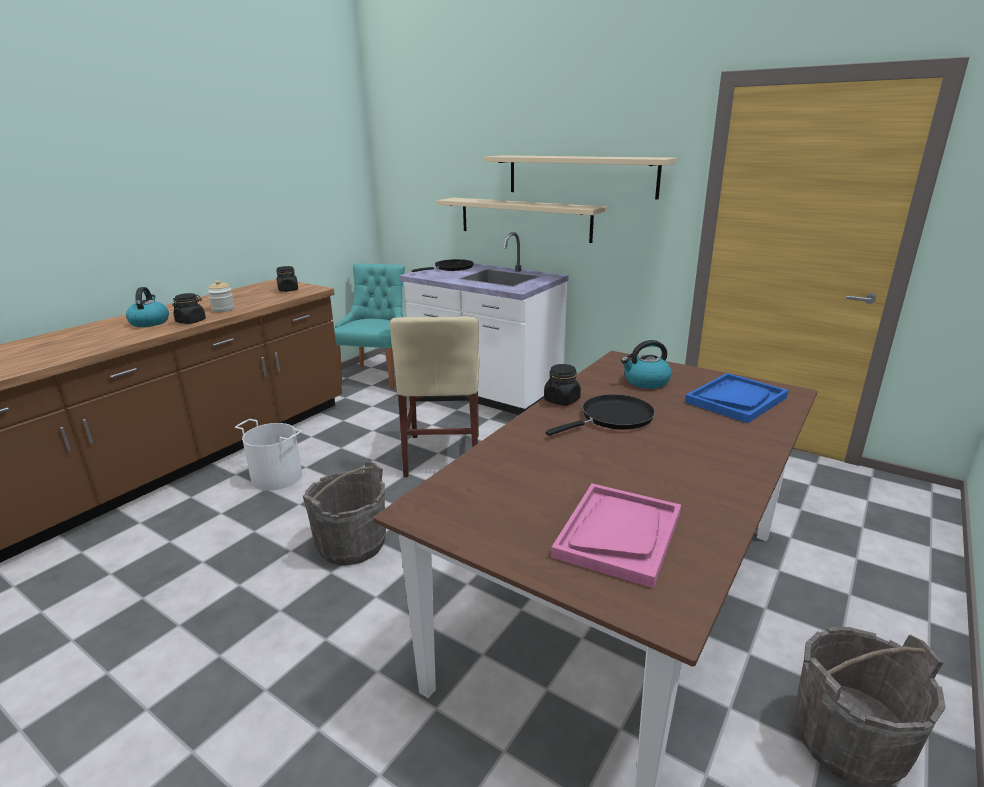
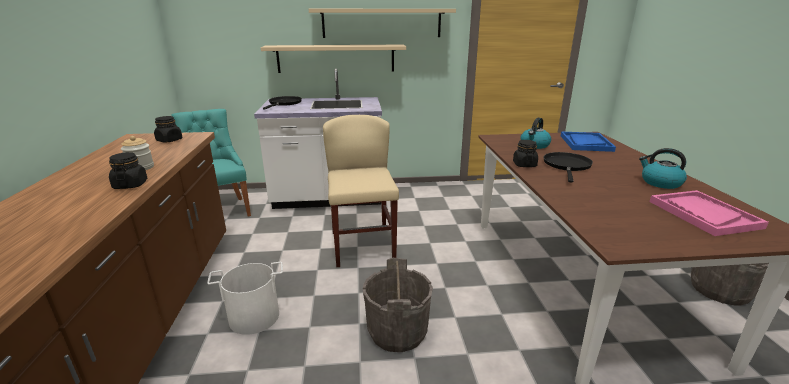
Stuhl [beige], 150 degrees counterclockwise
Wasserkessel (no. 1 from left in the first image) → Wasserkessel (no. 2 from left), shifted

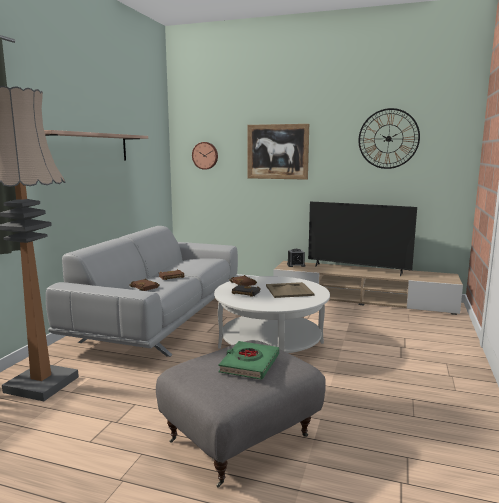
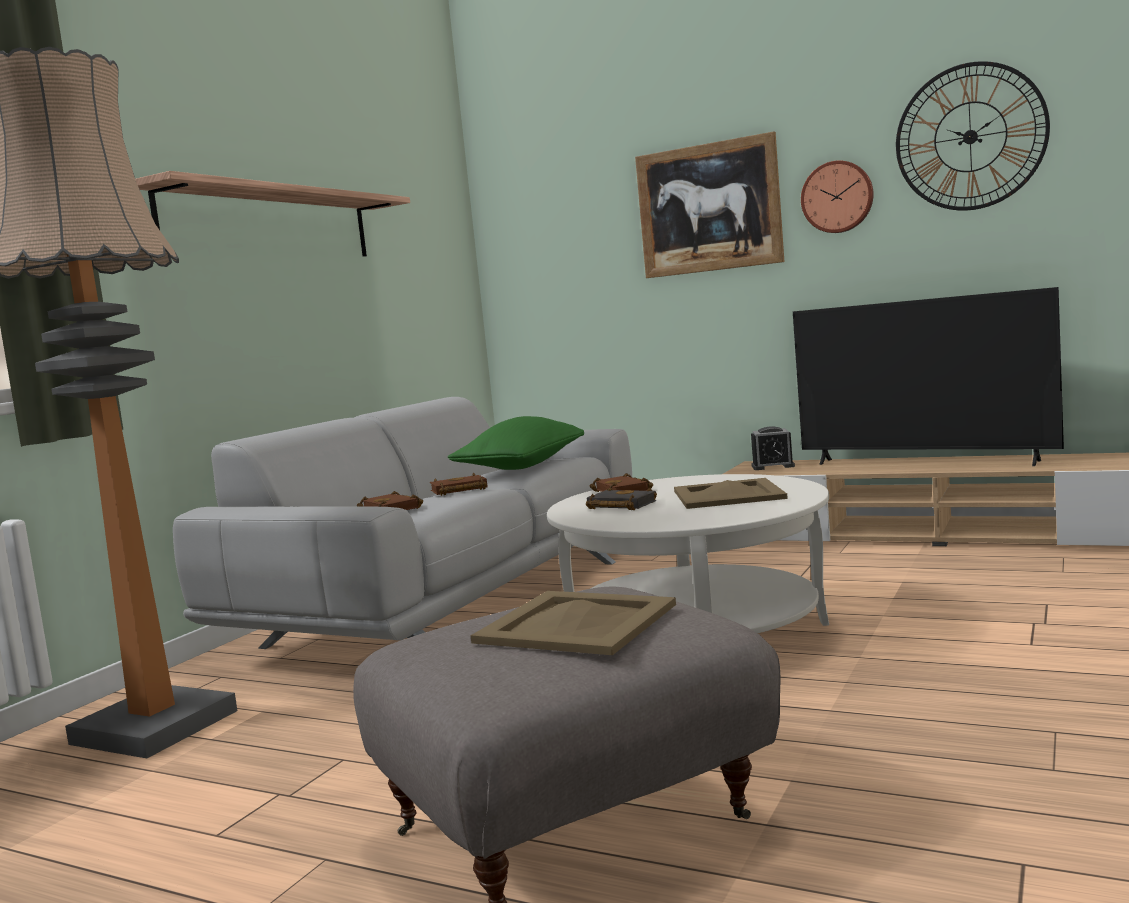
- → Kissen [grün]
Buch [grün] → Tablett [beige] (no. 1 from left)
Wanduhr (no. 1 from left), shifted

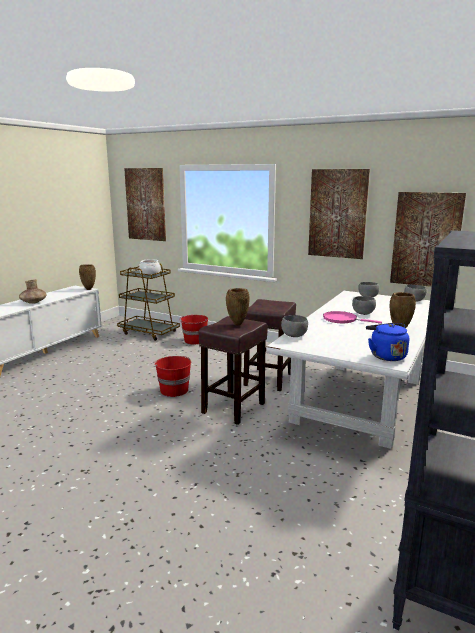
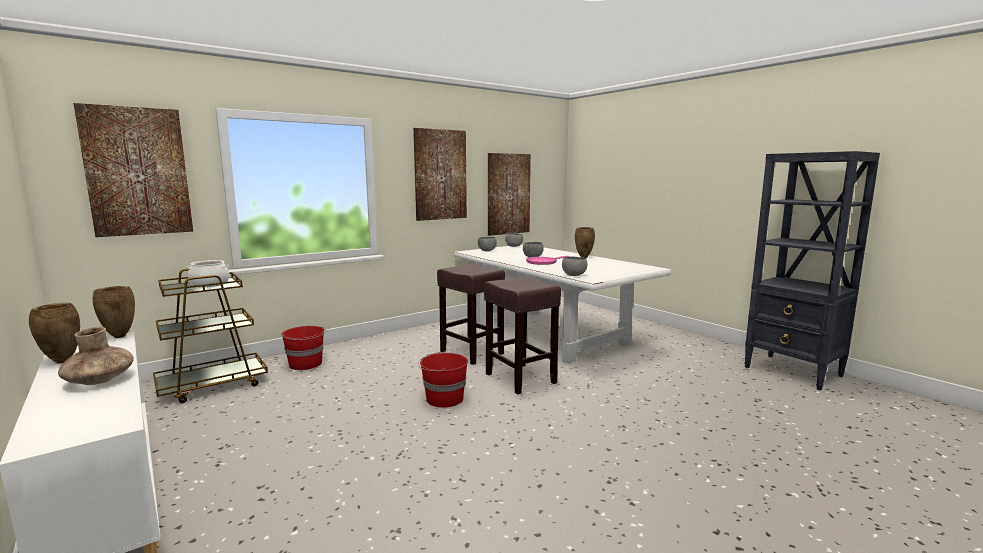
Vase [braun] (no. 3 from left in the first image) → Vase [braun] (no. 1 from left), shifted
Wasserkessel [blau] → -

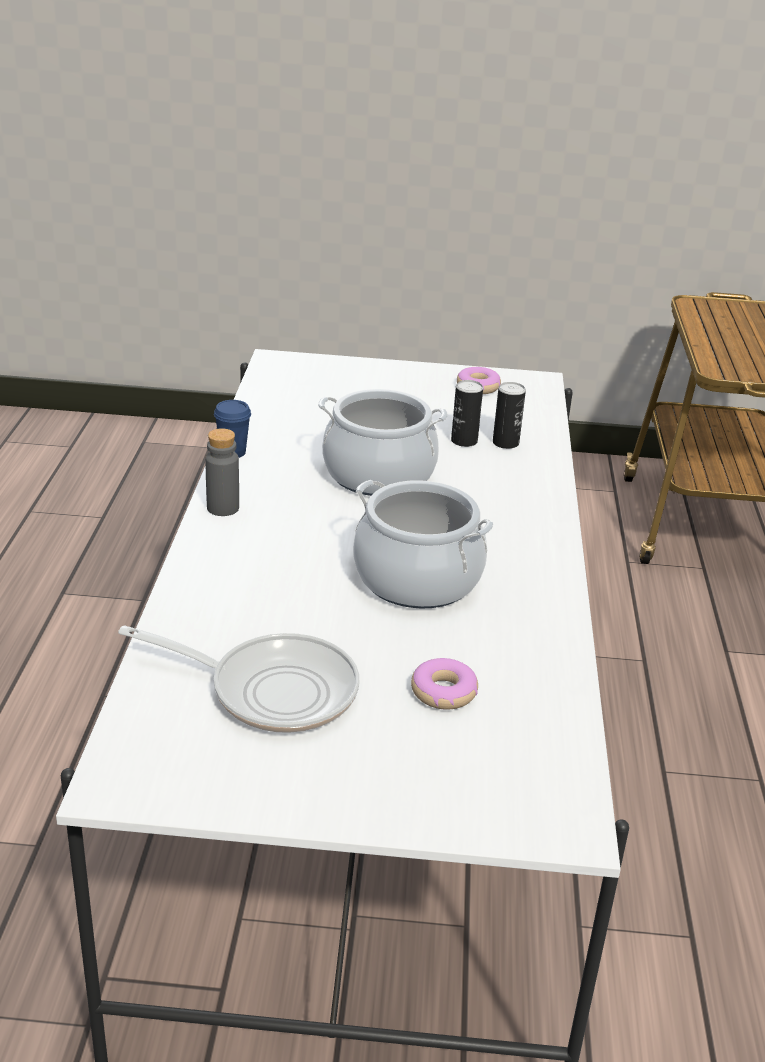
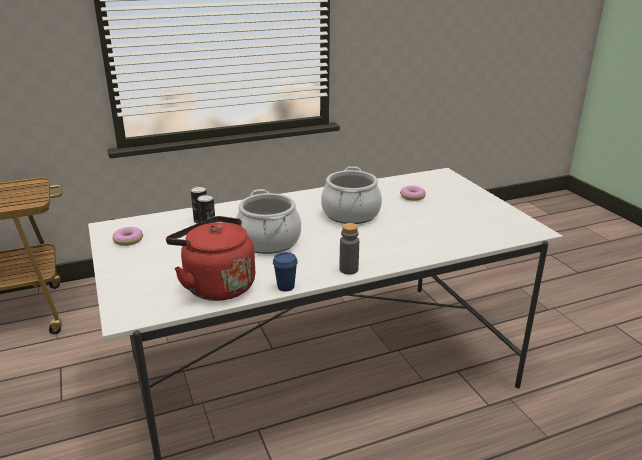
- → Wasserkessel [rot]
Pfanne → -

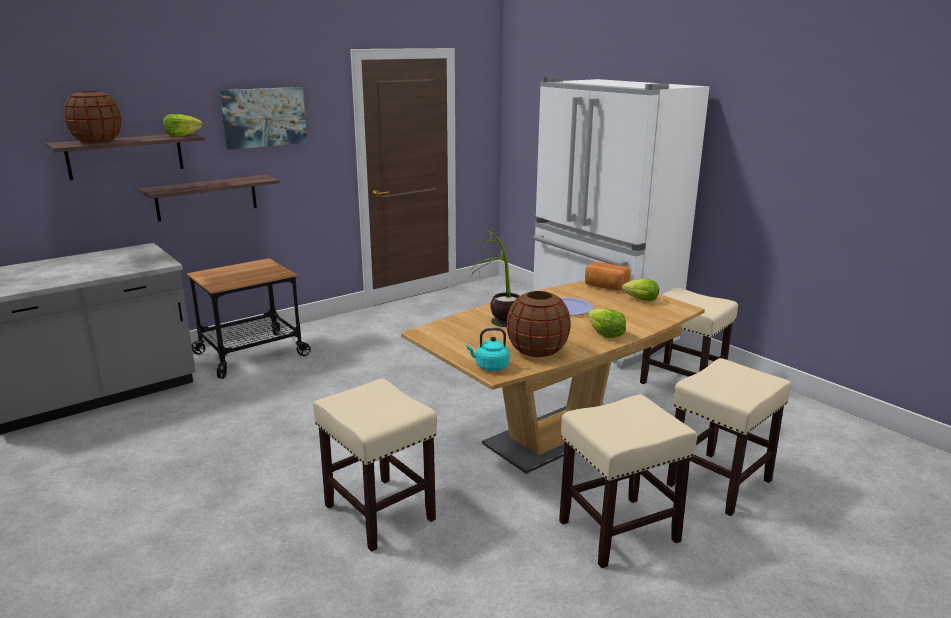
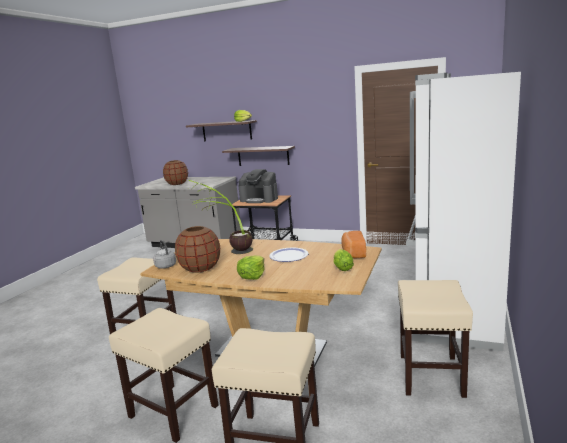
Wasserkessel [türkis] → Wasserkessel [grau]
Vase [braun] (no. 1 from left), shifted
- → Kaffeemaschine
Bild → -

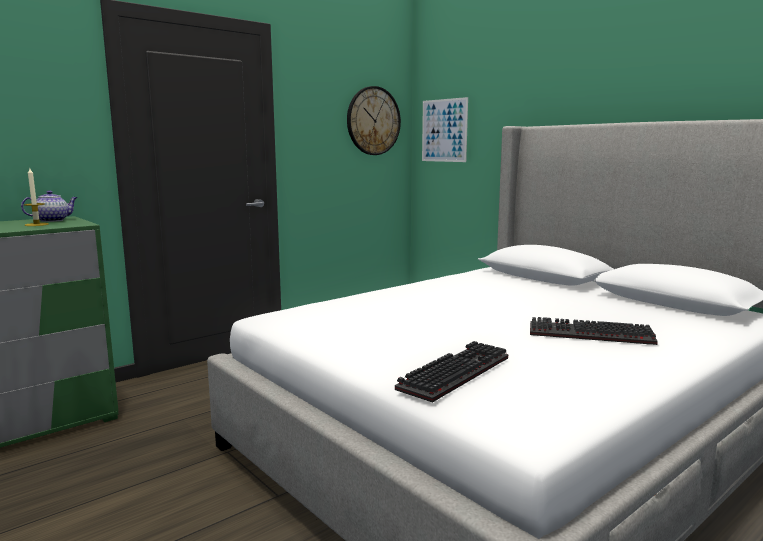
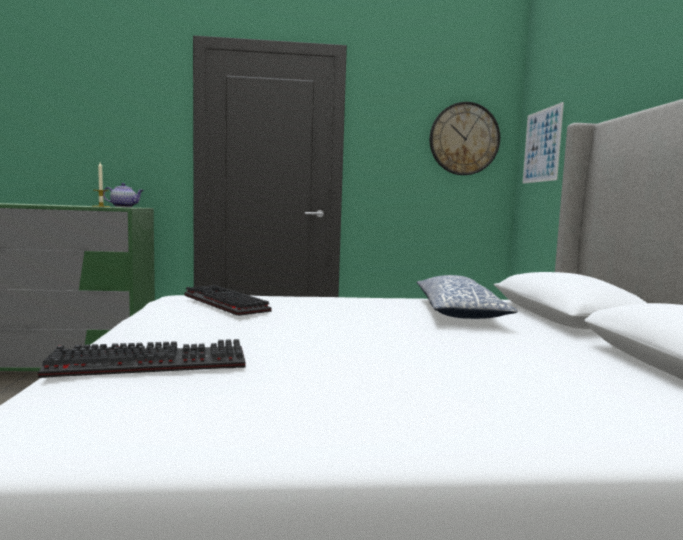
Tastatur (no. 2 from left), shifted
- → Kissen

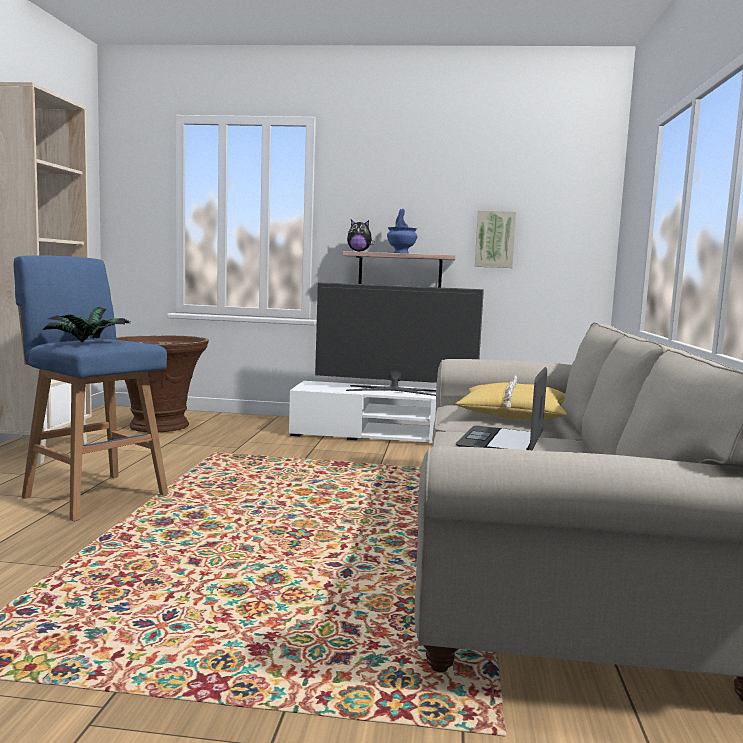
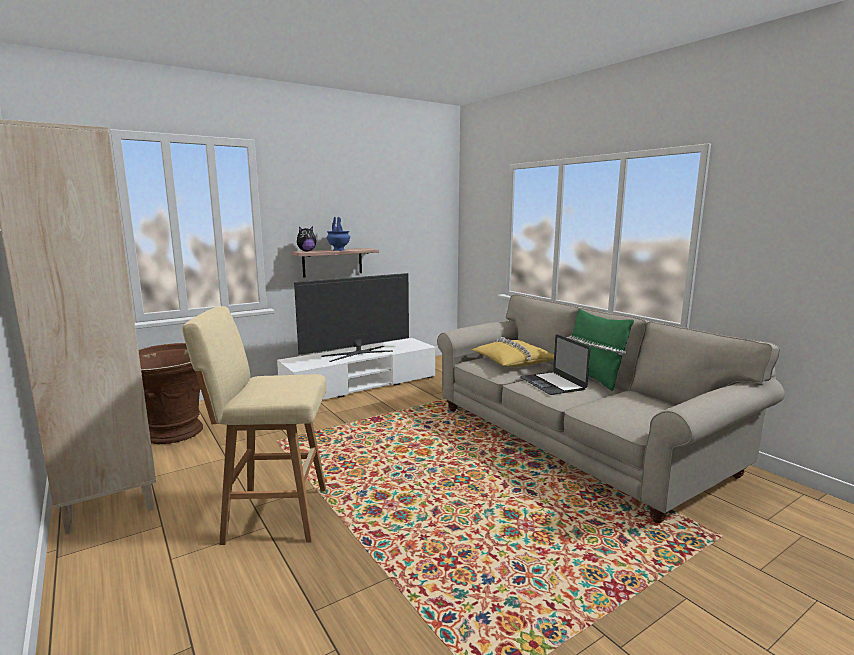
Hocker [blau] → Hocker [beige]
- → Kissen [grün]
Topfpflanze → -
Bild → -

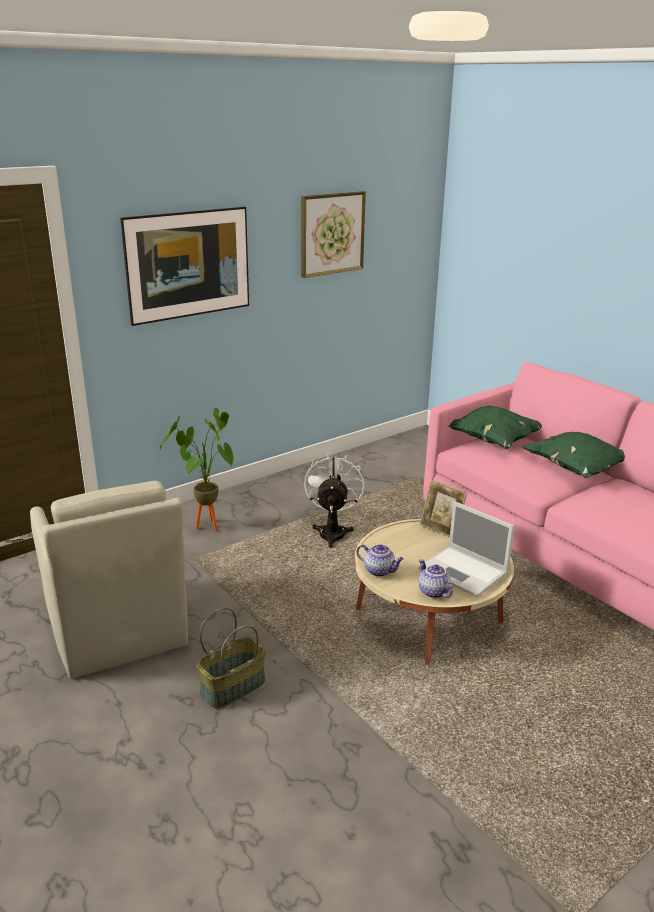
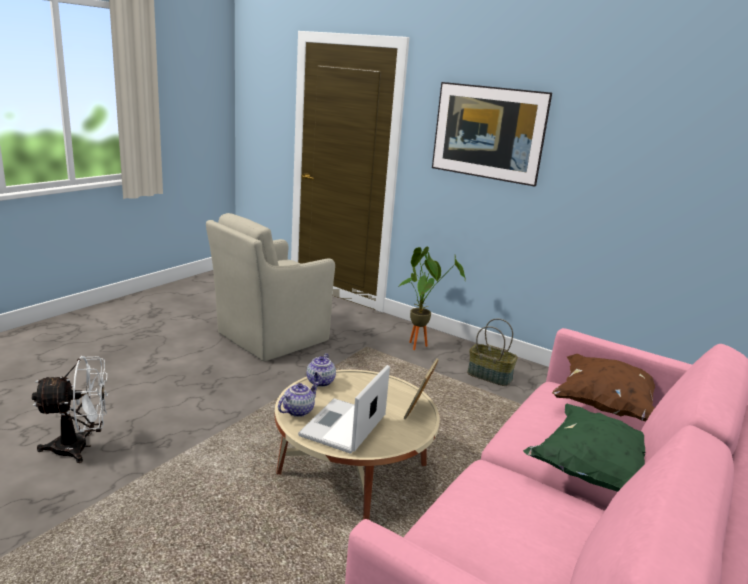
Ventilator [weiß], shifted
Korb, shifted
Kissen [grün] (no. 1 from left) → Kissen [braun]
Bild (no. 2 from left) → -

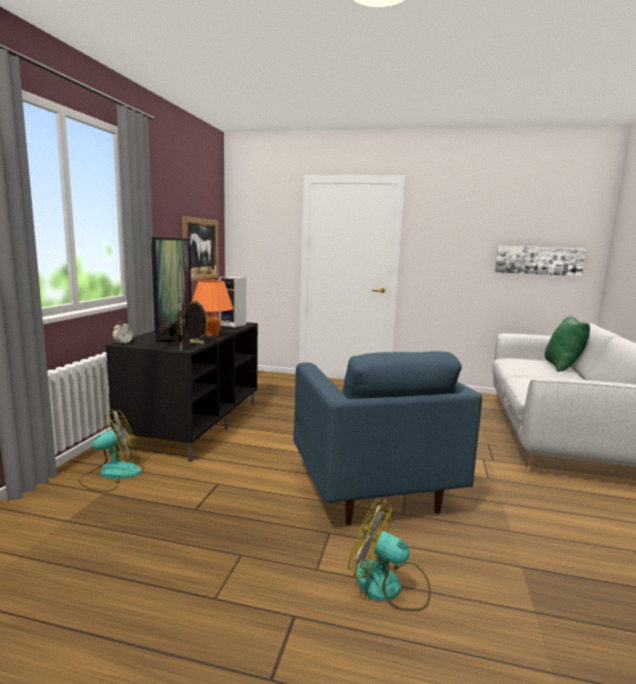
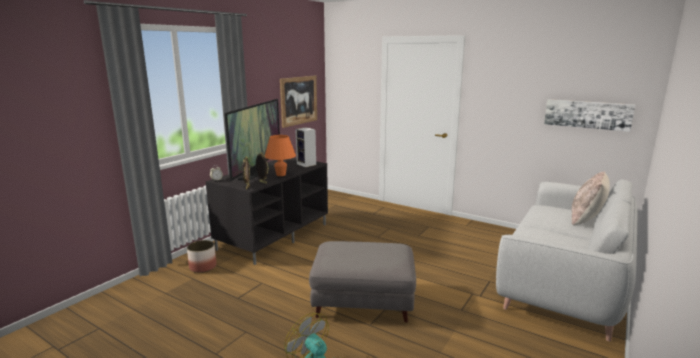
Ventilator (no. 1 from left) → Pflanzkübel
Sessel [blau] → Polsterhocker [grau]
Kissen [grün] → Kissen [beige]

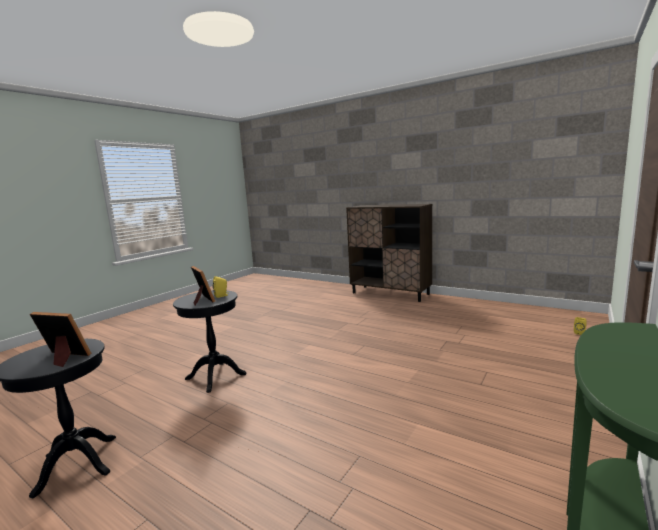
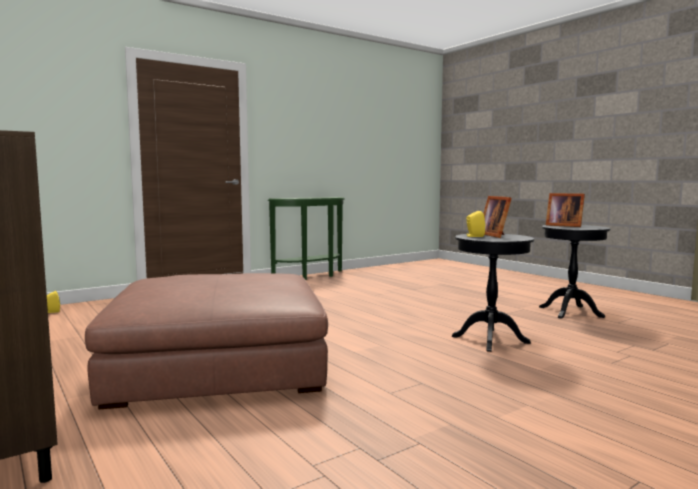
- → Polsterhocker [braun]

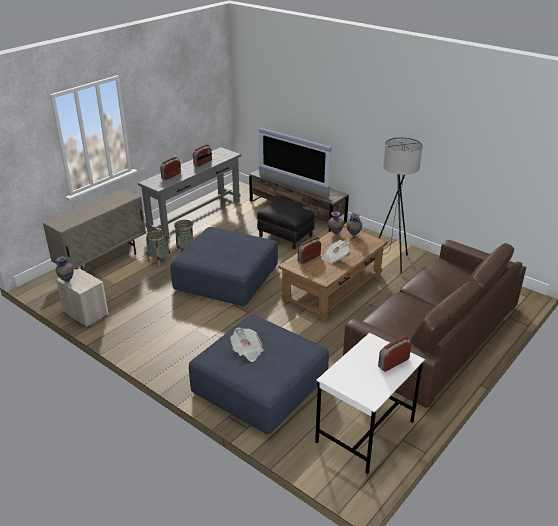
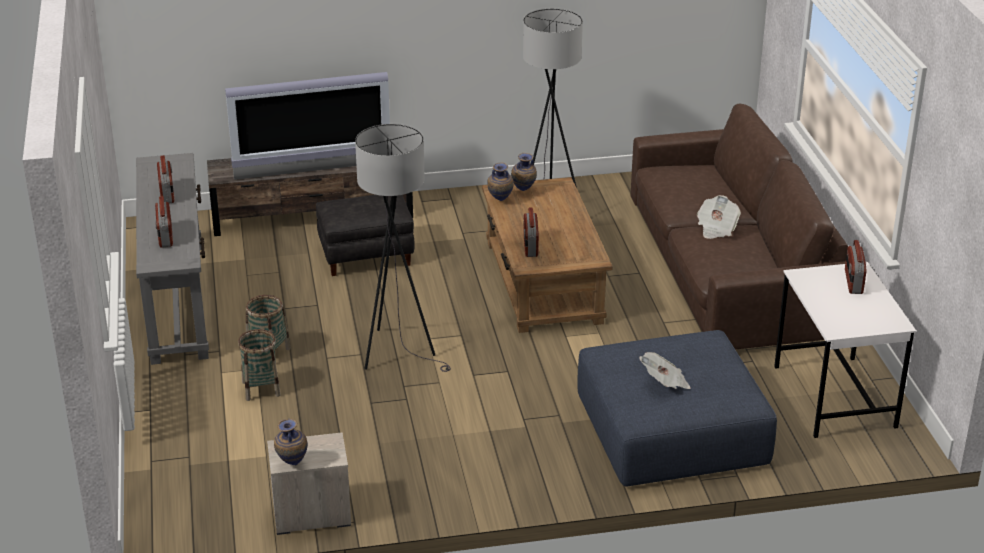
Polsterhocker [blau] (no. 1 from left) → Stehlampe [grau] (no. 1 from left)
Zeitung (no. 2 from left), shifted
Schrank [beige] → -

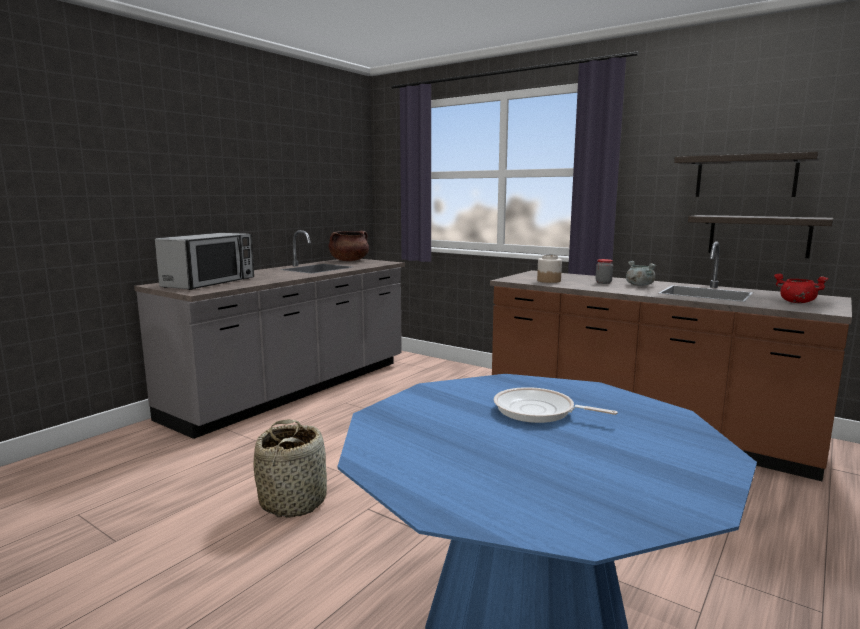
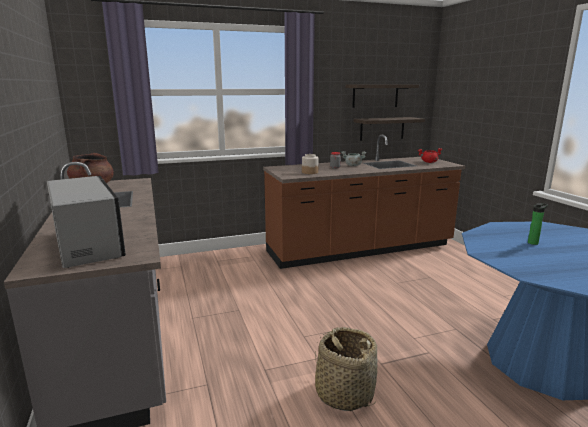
Pfanne → Flasche

